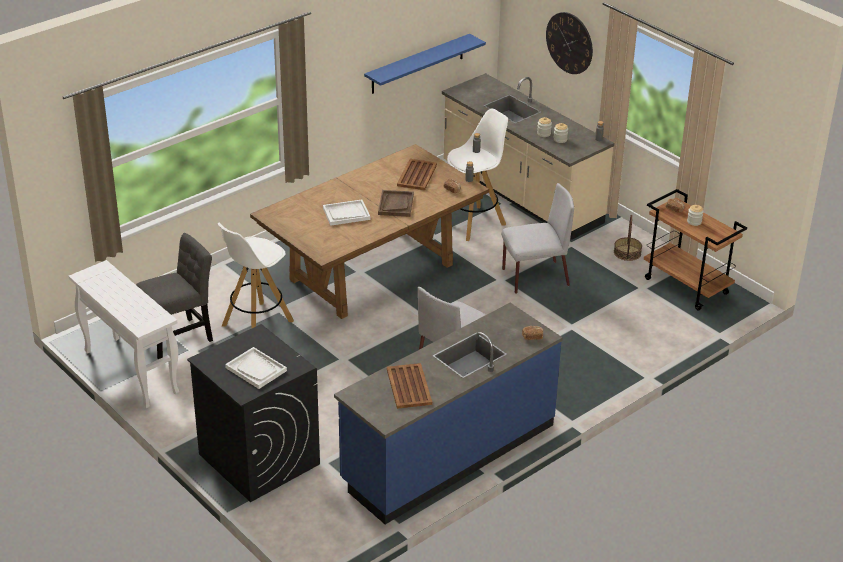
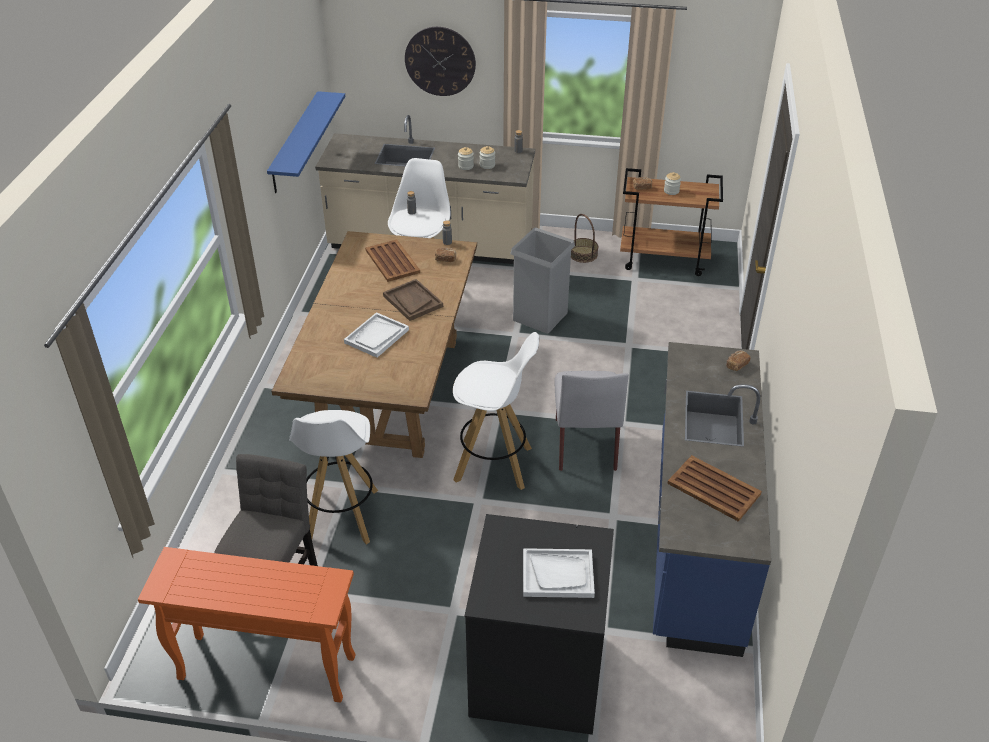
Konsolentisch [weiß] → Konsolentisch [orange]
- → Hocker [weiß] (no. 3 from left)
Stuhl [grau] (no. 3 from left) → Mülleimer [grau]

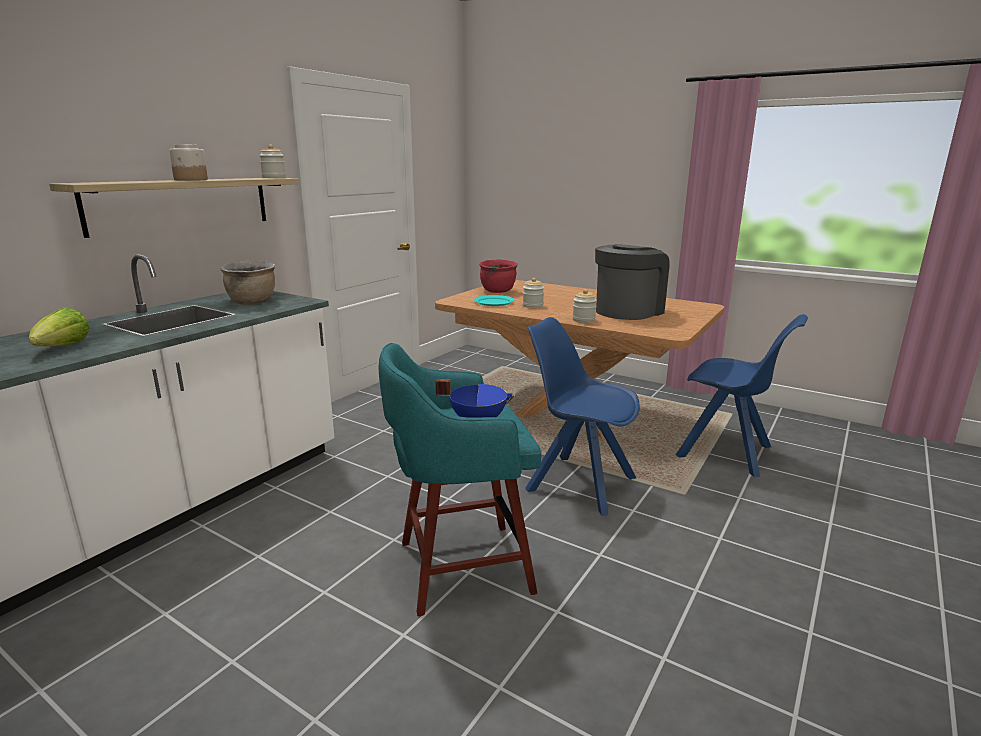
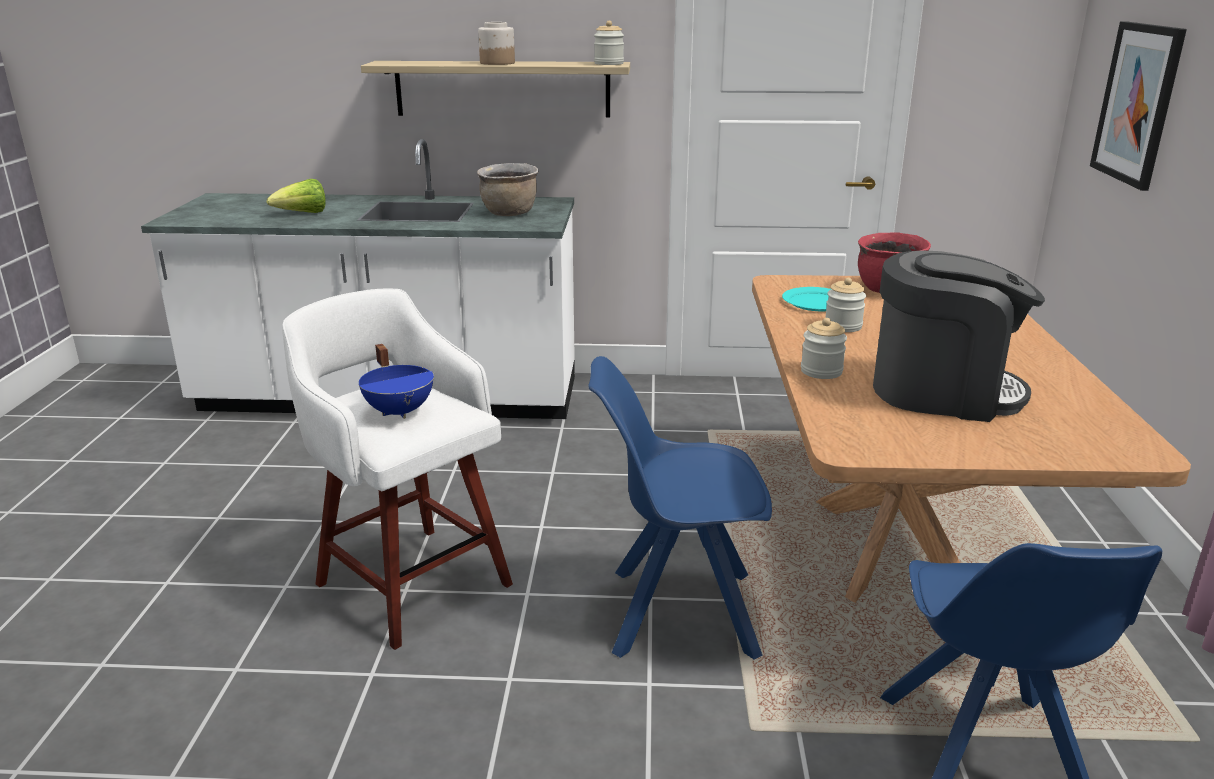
Hocker [türkis] → Hocker [weiß]
Stuhl [blau] (no. 1 from left), 90 degrees counterclockwise
- → Bild

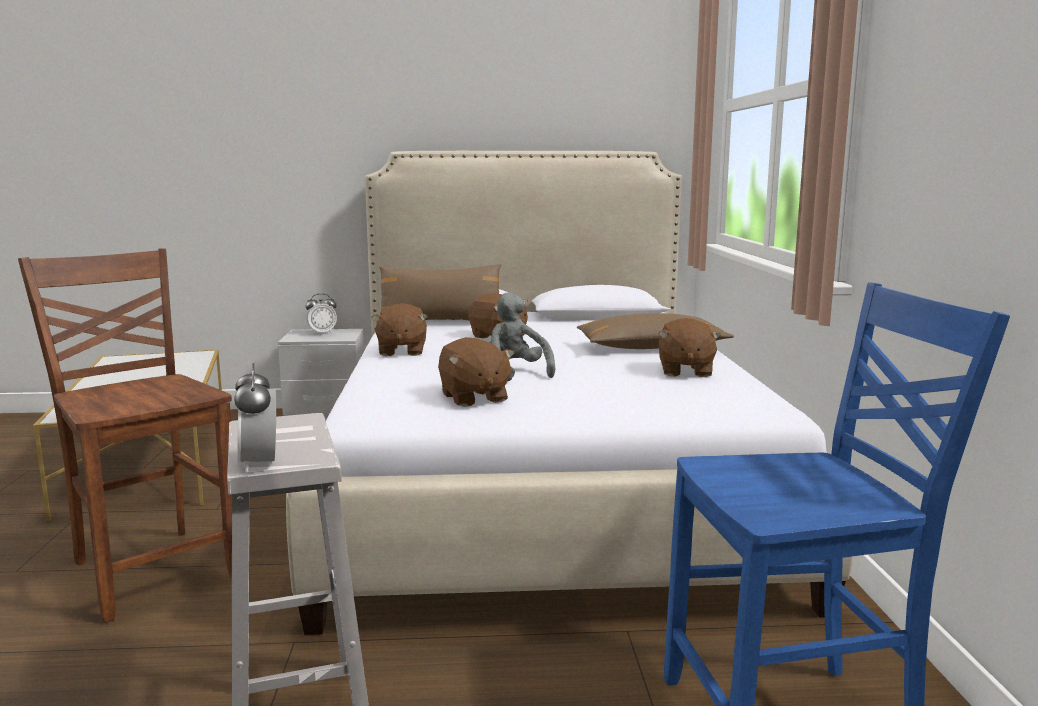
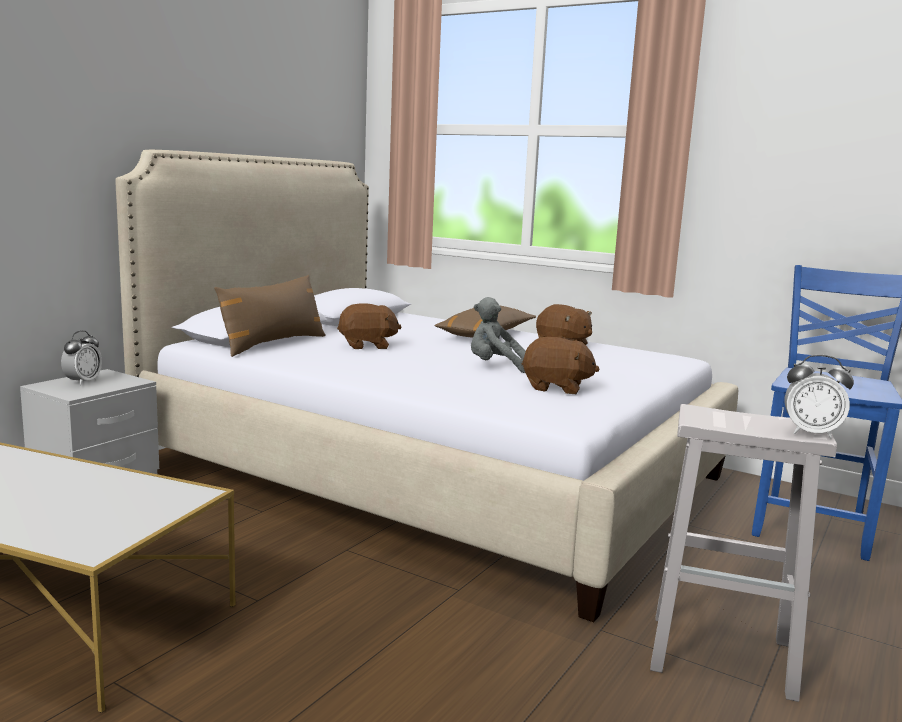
Stuhl [braun] → -
Plüschtier [braun] (no. 1 from left) → -

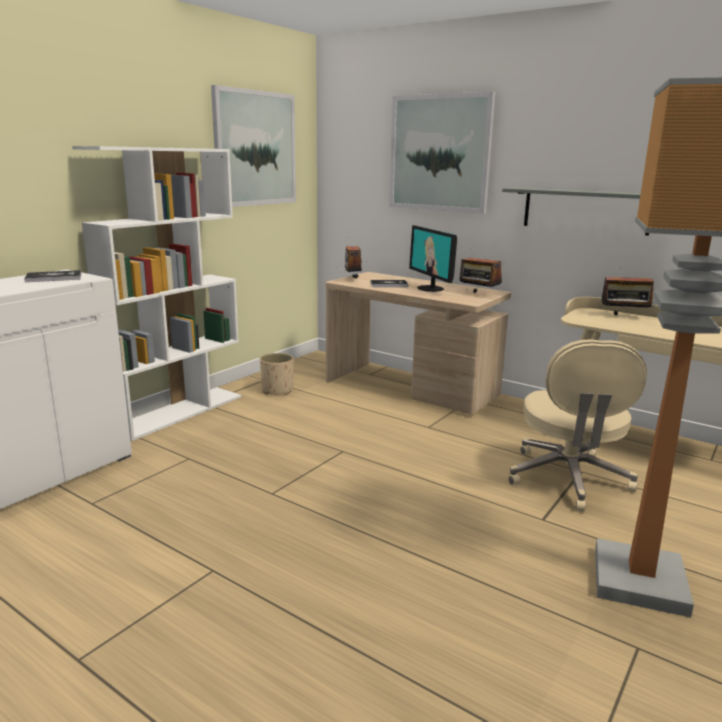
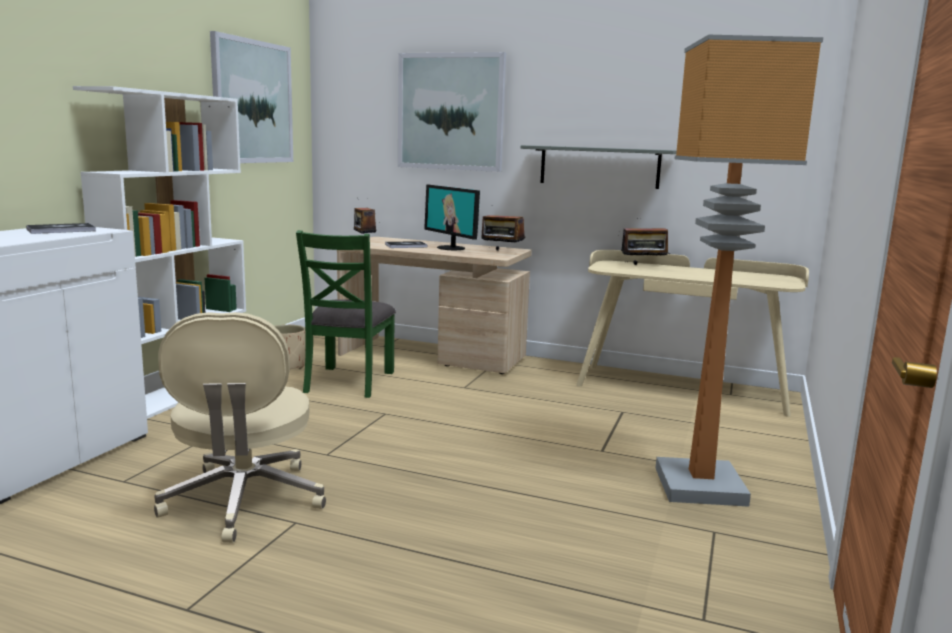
Bürostuhl [beige], shifted
- → Stuhl [grün]

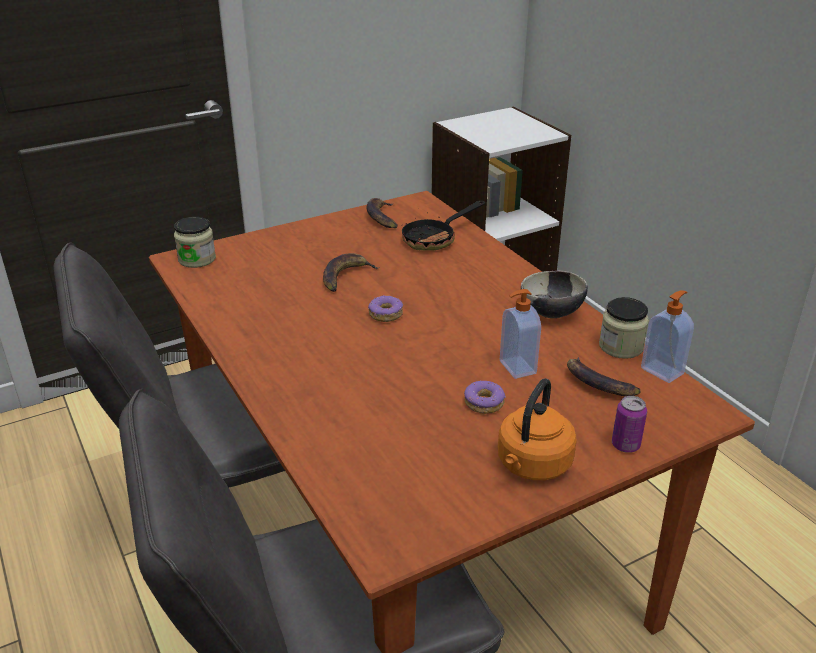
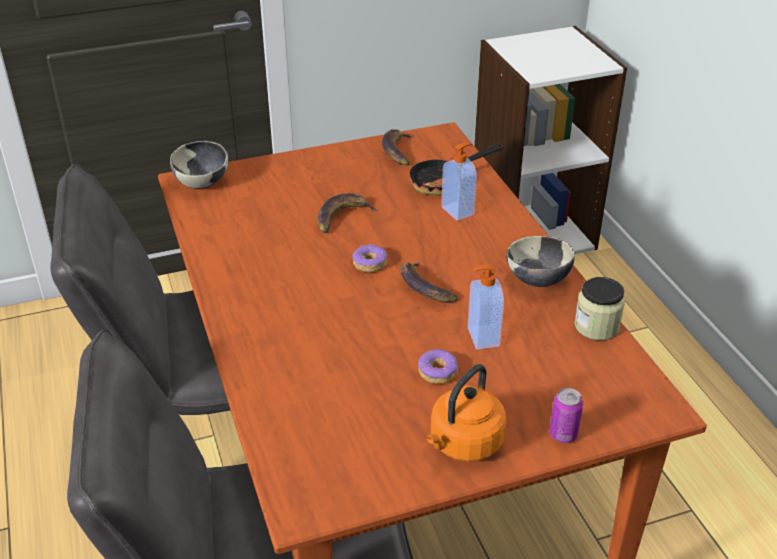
Vorratsglas (no. 1 from left) → Schüssel (no. 1 from left)
Banane (no. 3 from left), shifted
Seifenspender (no. 2 from left in the first image) → Seifenspender (no. 1 from left), shifted

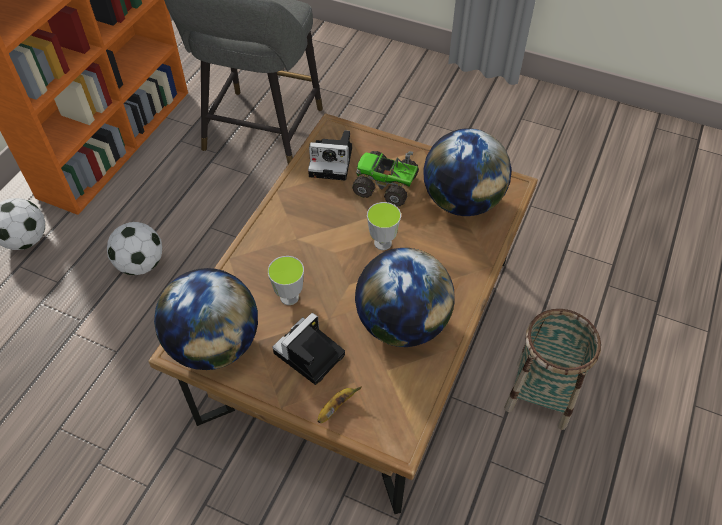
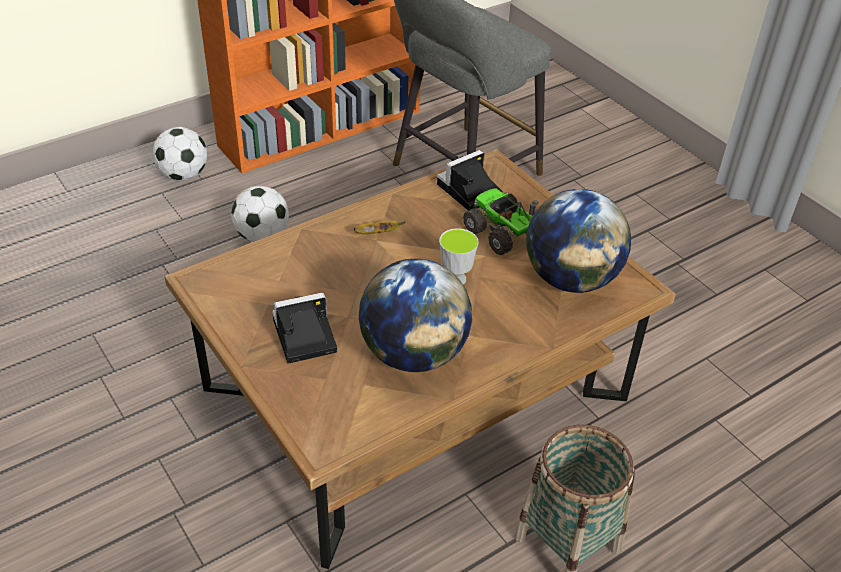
Banane, shifted
Kamera (no. 2 from left), 105 degrees clockwise
Globus (no. 1 from left) → -
Tasse (no. 1 from left) → -

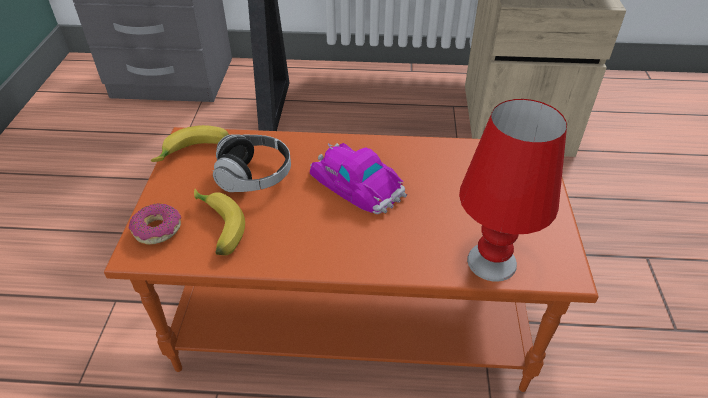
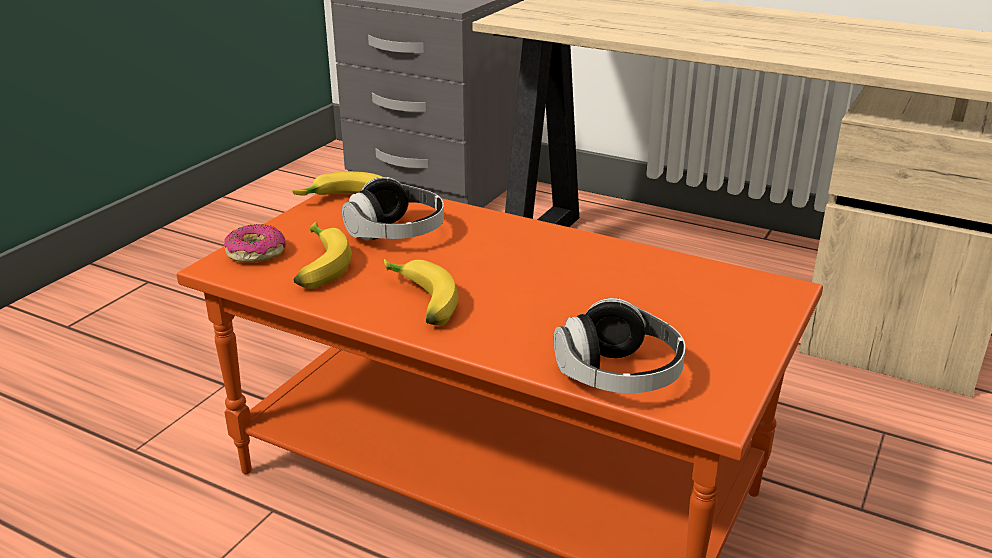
- → Banane (no. 3 from left)
Tischlampe [rot] → Kopfhörer (no. 2 from left)
Spielzeugauto → -

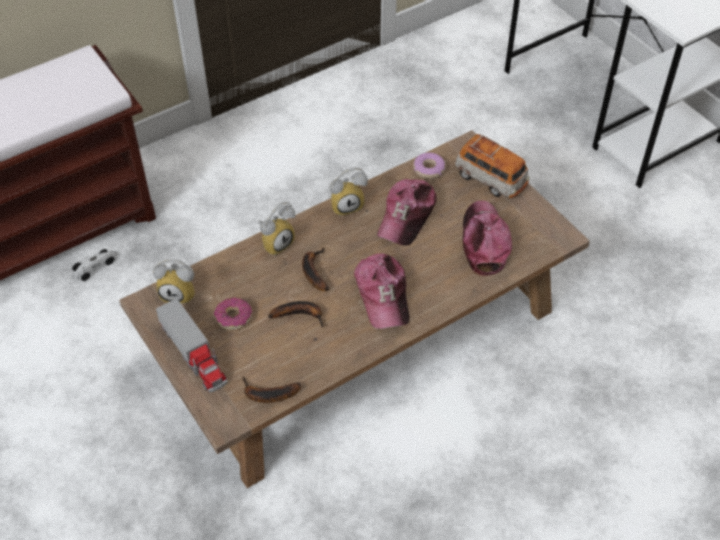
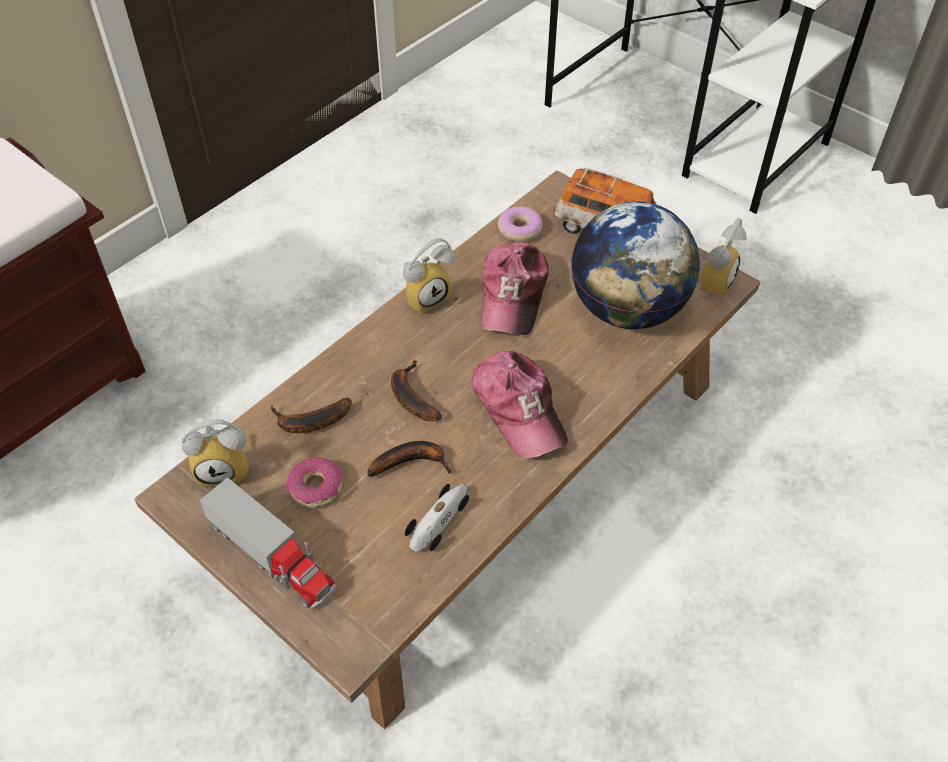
Banane (no. 1 from left), shifted
Spielzeugauto (no. 1 from left), shifted
Kappe (no. 3 from left) → Globus
Wecker (no. 2 from left in the first image) → Wecker (no. 3 from left), shifted

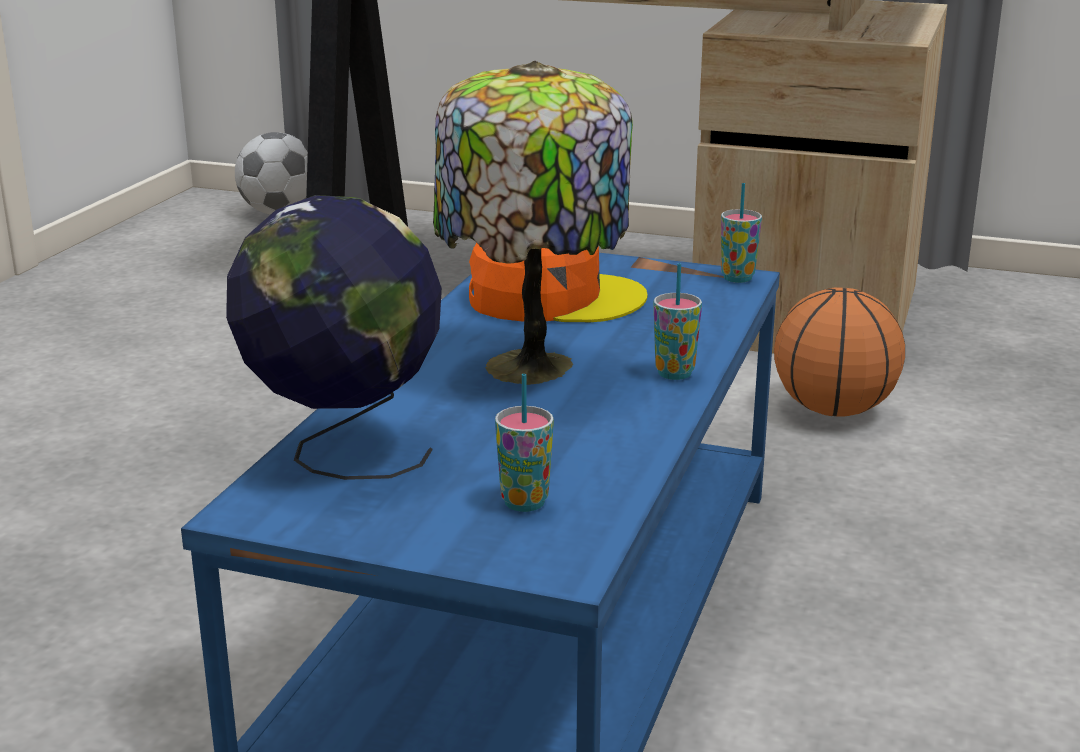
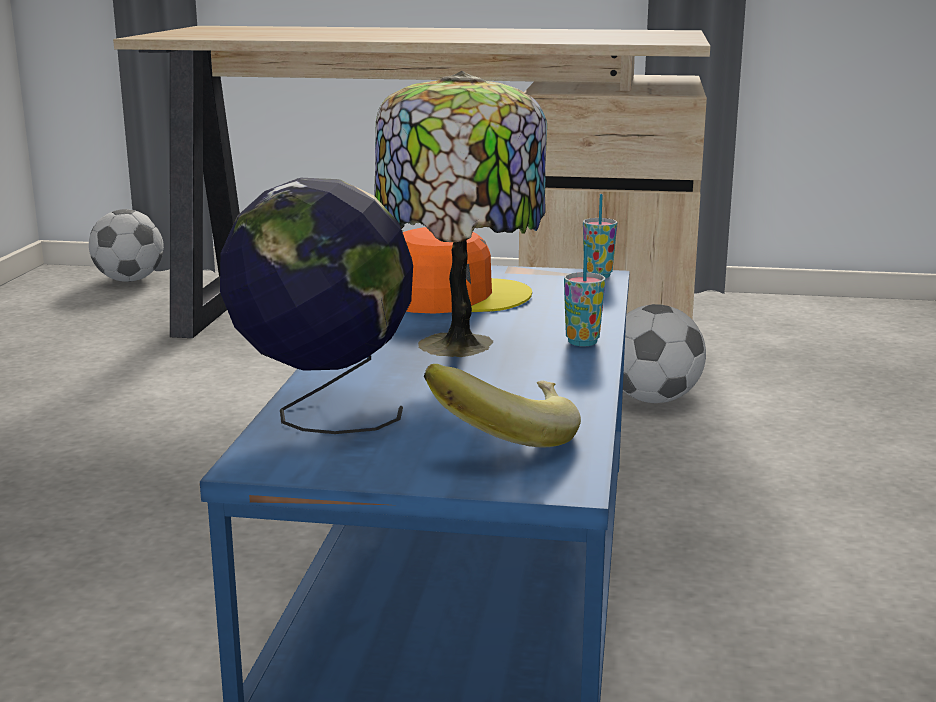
Tasse (no. 1 from left) → Banane
Basketball → Fußball (no. 2 from left)

